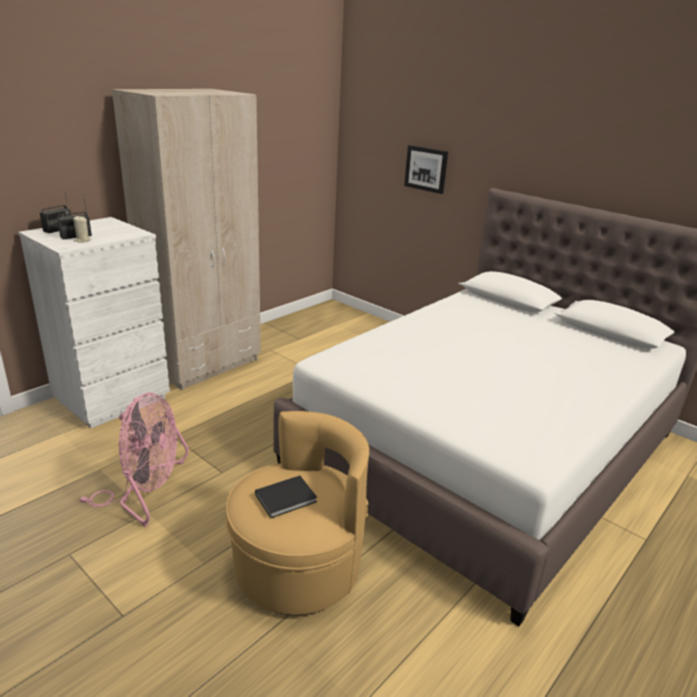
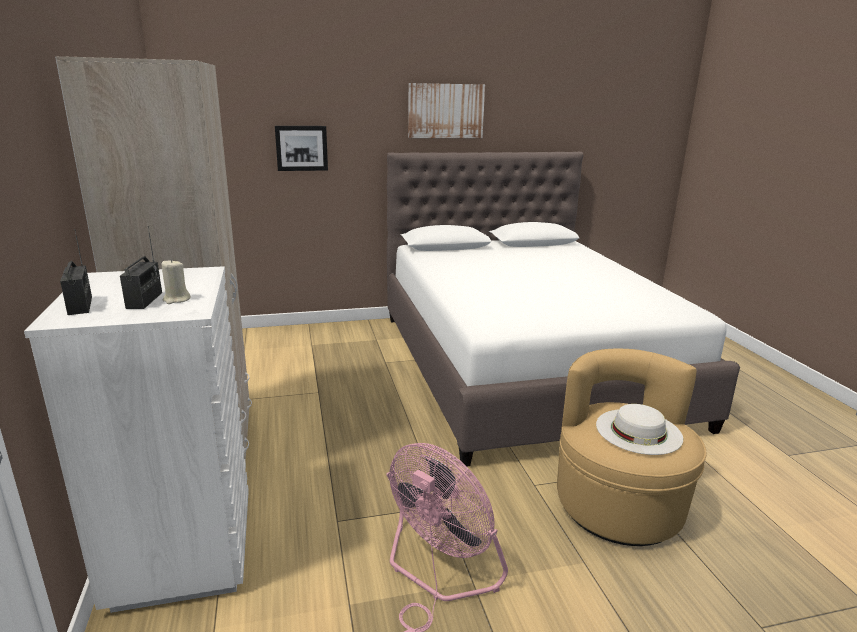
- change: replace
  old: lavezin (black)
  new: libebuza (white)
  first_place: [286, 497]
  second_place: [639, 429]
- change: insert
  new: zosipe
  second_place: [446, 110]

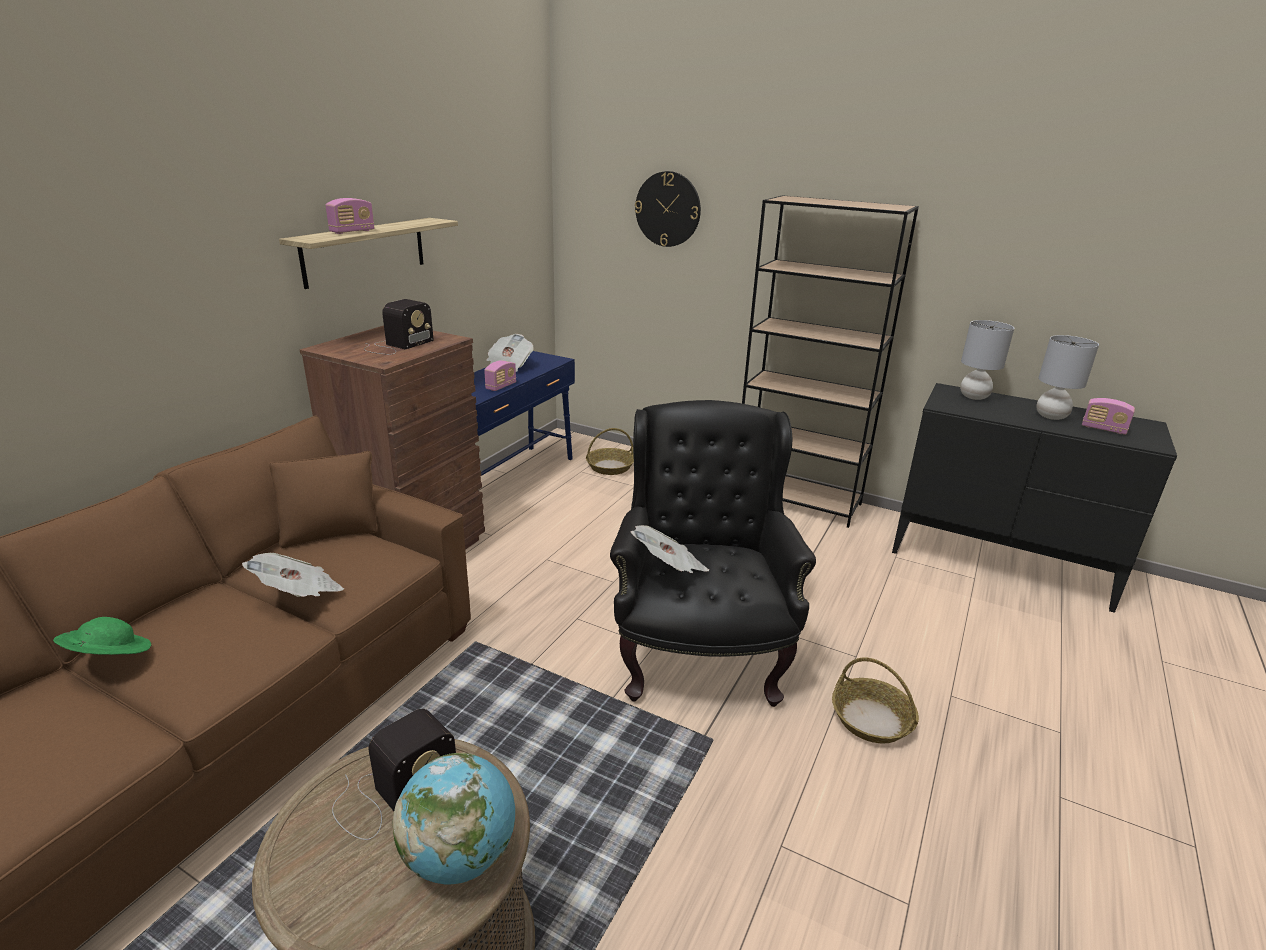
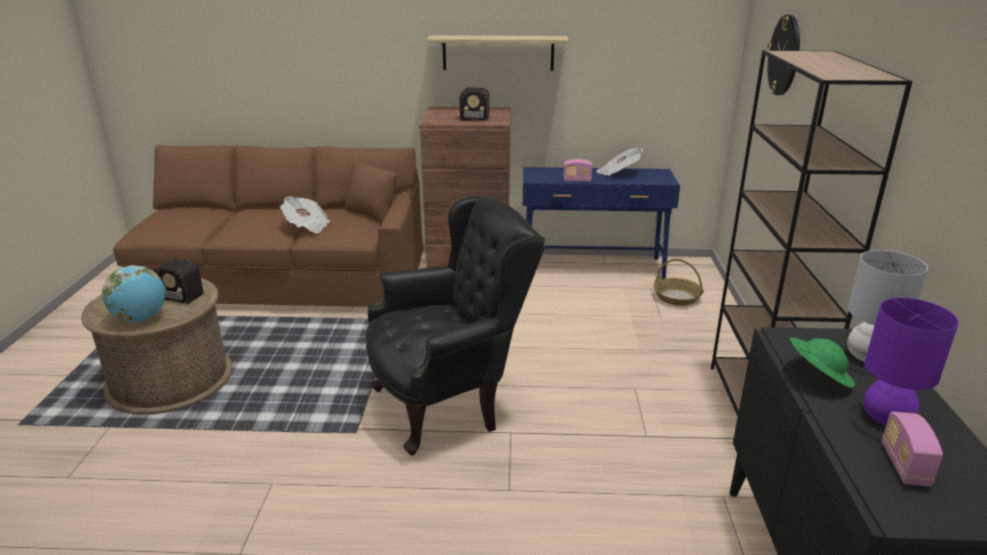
- change: delete
  old: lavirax
  first_place: [350, 216]
- change: recolor
  old: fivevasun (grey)
  new: fivevasun (purple)
  first_place: [1067, 377]
  second_place: [911, 361]
- change: delete
  old: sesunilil
  first_place: [669, 549]
- change: move
  old: libebuza (green)
  first_place: [102, 636]
  second_place: [822, 363]
- change: delete
  old: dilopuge
  first_place: [875, 700]

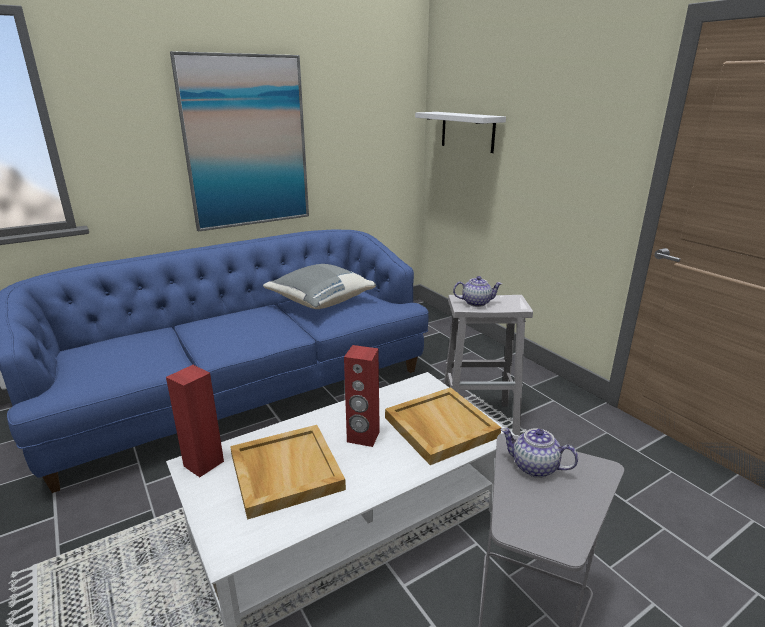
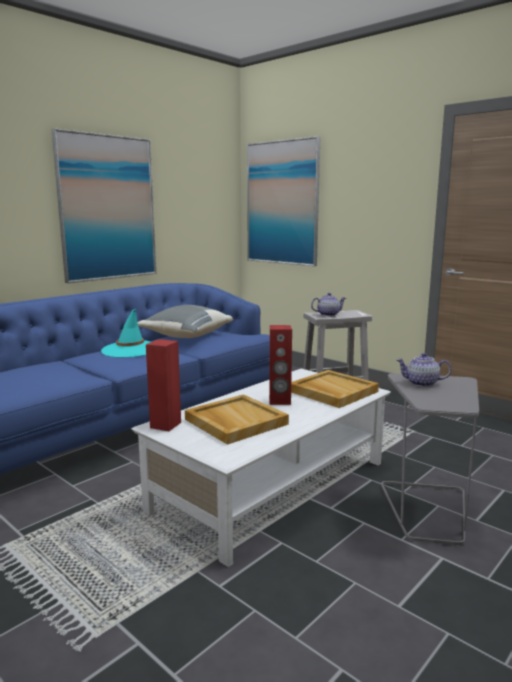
- change: replace
  old: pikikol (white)
  new: zosipe
  first_place: [460, 132]
  second_place: [283, 201]
- change: insert
  new: libebuza (turquoise)
  second_place: [126, 333]

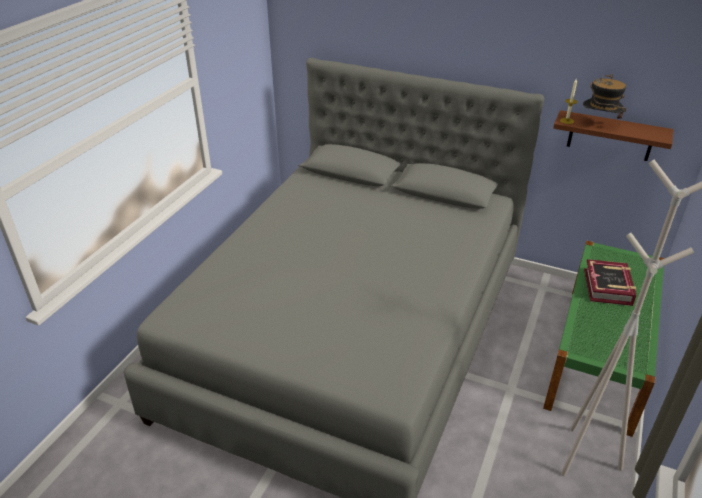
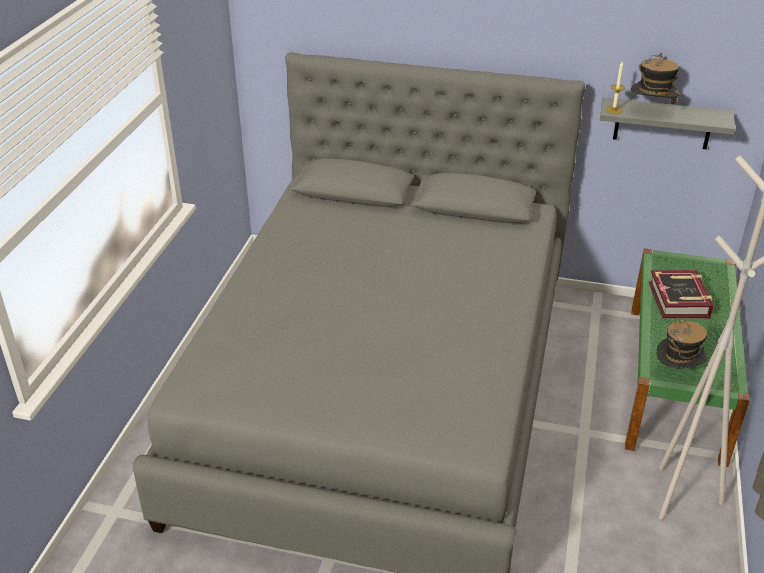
- change: recolor
  old: pikikol (brown)
  new: pikikol (grey)
  first_place: [613, 135]
  second_place: [667, 123]
- change: insert
  new: libebuza
  second_place: [682, 342]

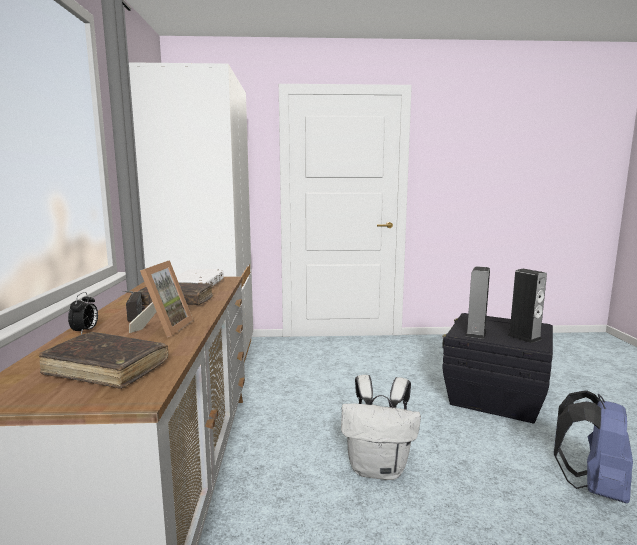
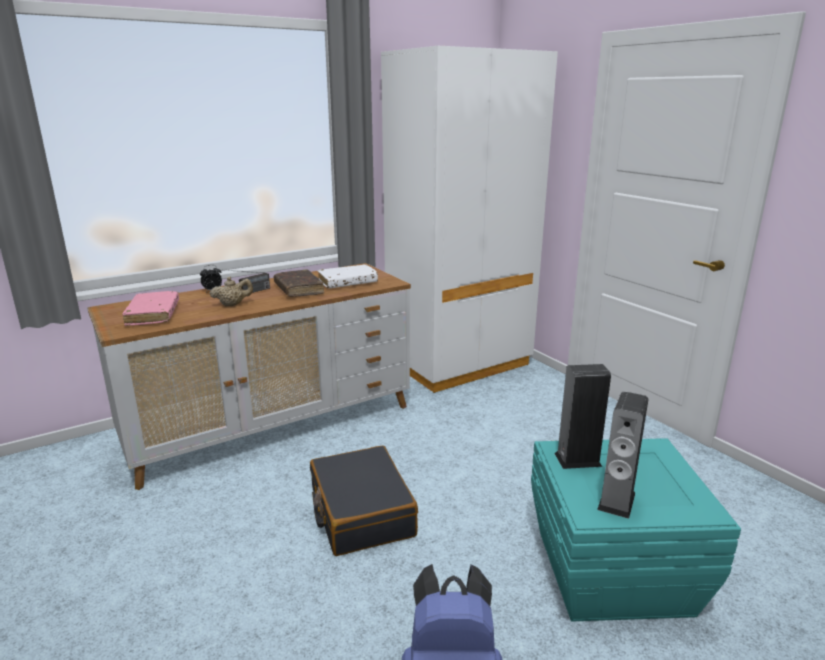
- change: replace
  old: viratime
  new: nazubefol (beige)
  first_place: [161, 298]
  second_place: [231, 291]
- change: recolor
  old: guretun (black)
  new: guretun (turquoise)
  first_place: [497, 368]
  second_place: [636, 529]
- change: recolor
  old: lavezin (brown)
  new: lavezin (pink)
  first_place: [103, 360]
  second_place: [150, 308]
- change: replace
  old: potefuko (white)
  new: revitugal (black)
  first_place: [381, 427]
  second_place: [364, 501]

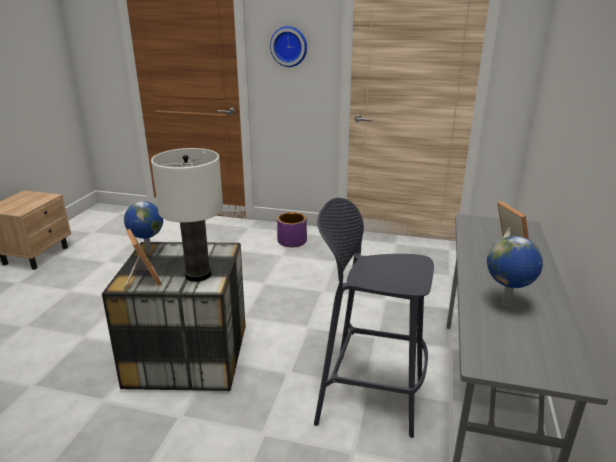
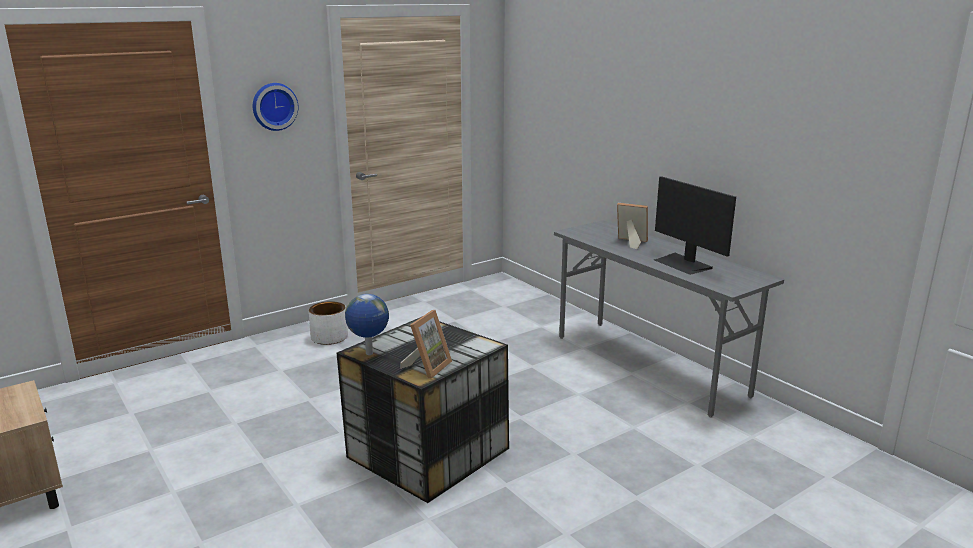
- change: delete
  old: fivevasun (white)
  first_place: [187, 215]
- change: delete
  old: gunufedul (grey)
  first_place: [374, 318]
- change: recolor
  old: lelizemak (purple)
  new: lelizemak (white)
  first_place: [292, 229]
  second_place: [328, 323]
- change: rotate
  old: viratime
  first_place: [142, 260]
  second_place: [426, 344]
  degrees: 105
- change: replace
  old: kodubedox
  new: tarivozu
  first_place: [515, 271]
  second_place: [695, 225]

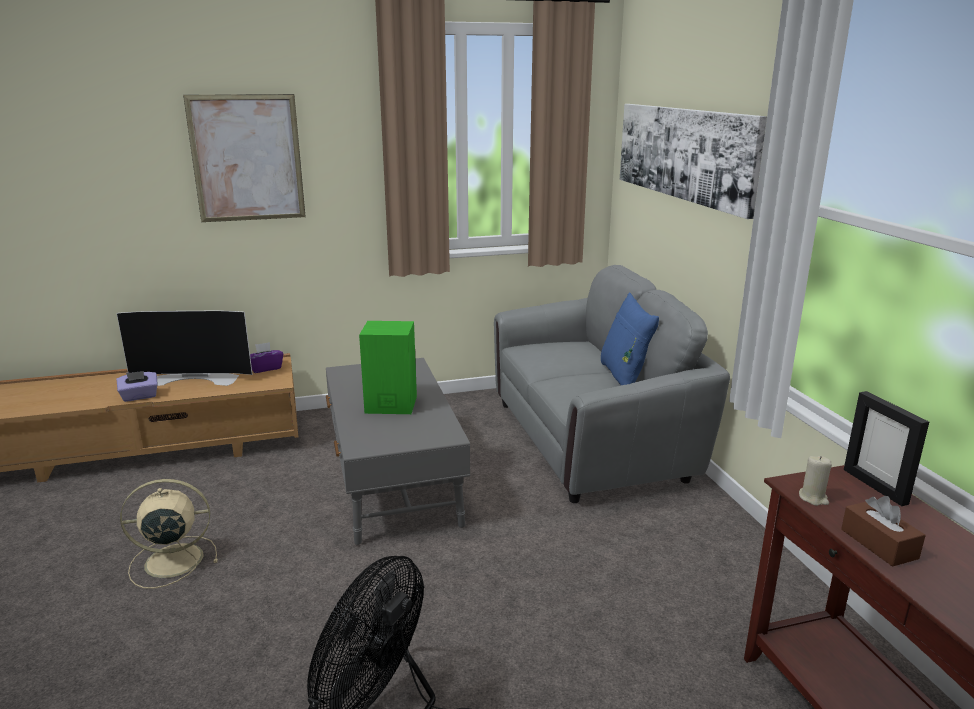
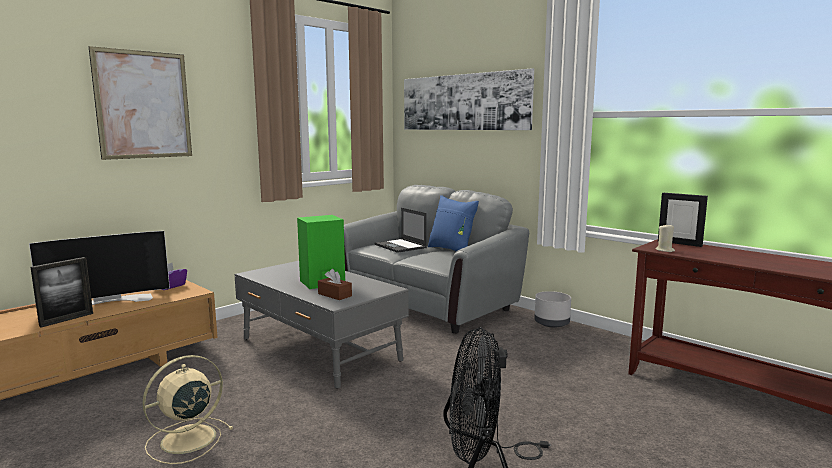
- change: replace
  old: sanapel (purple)
  new: viratime
  first_place: [137, 386]
  second_place: [61, 292]
- change: move
  old: sanapel (brown)
  first_place: [883, 531]
  second_place: [335, 284]
- change: insert
  new: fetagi
  second_place: [401, 230]
- change: insert
  new: lelizemak (grey)
  second_place: [552, 309]

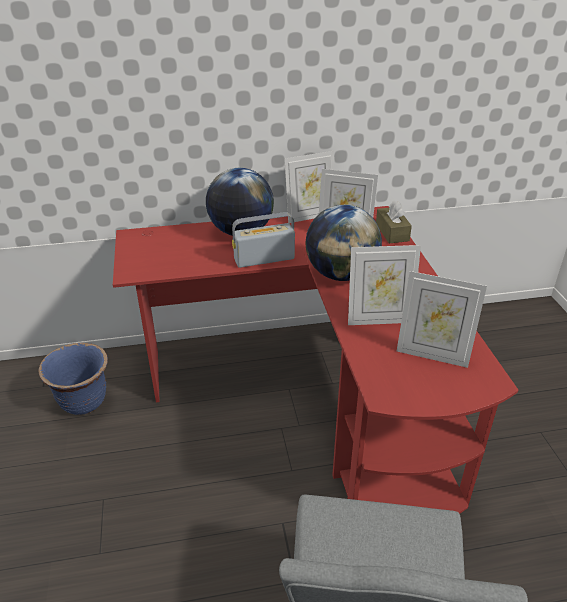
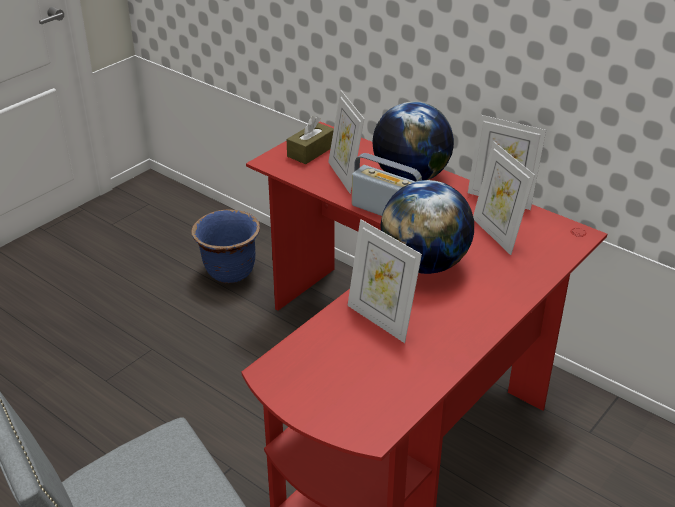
- change: move
  old: sanapel (brown)
  first_place: [394, 221]
  second_place: [310, 140]
- change: move
  old: viratime
  first_place: [442, 319]
  second_place: [346, 142]

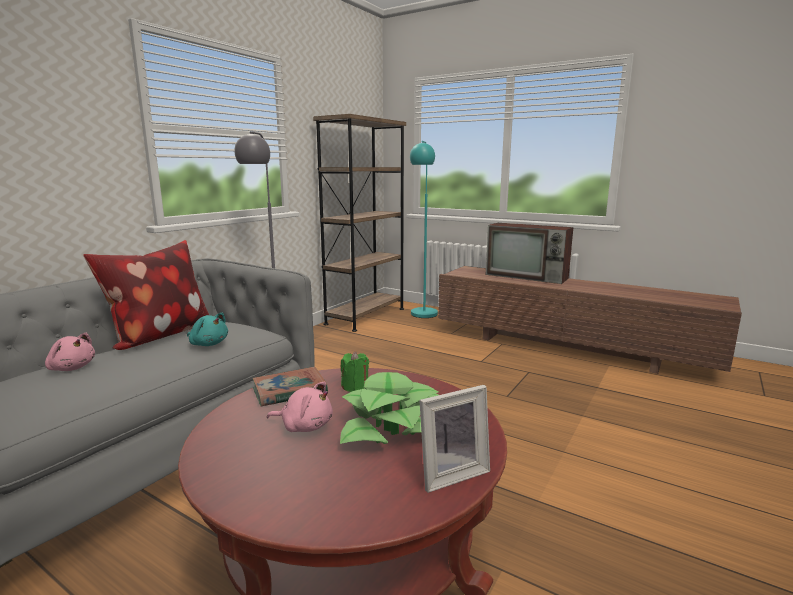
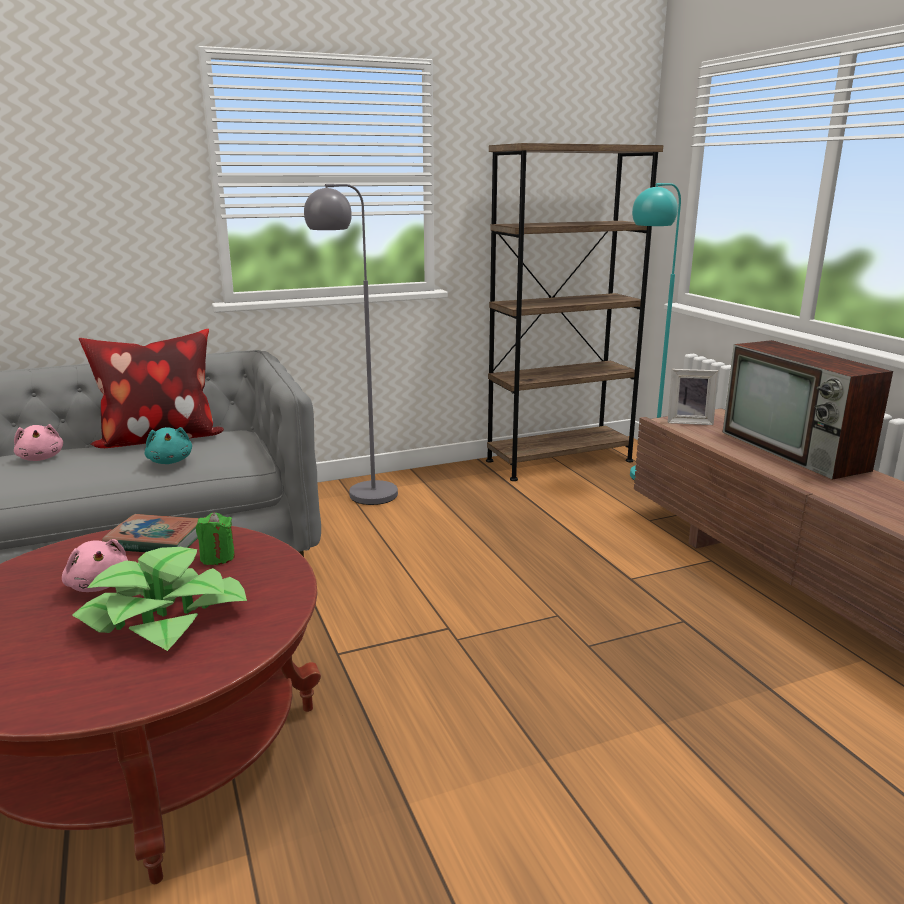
- change: move
  old: viratime
  first_place: [454, 439]
  second_place: [693, 397]

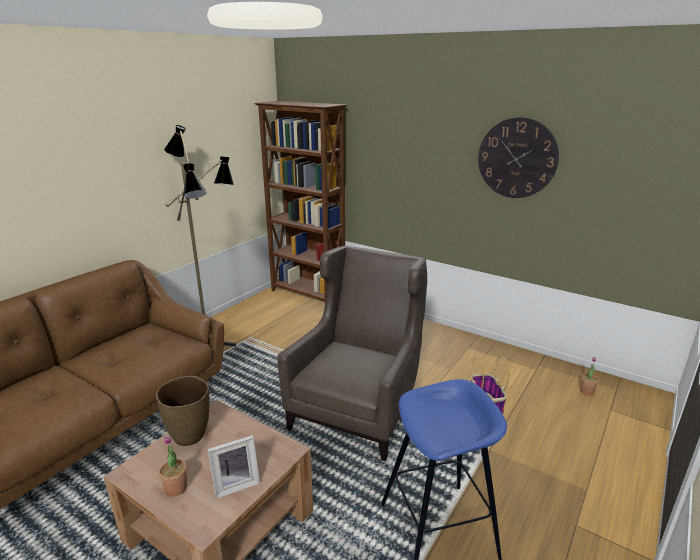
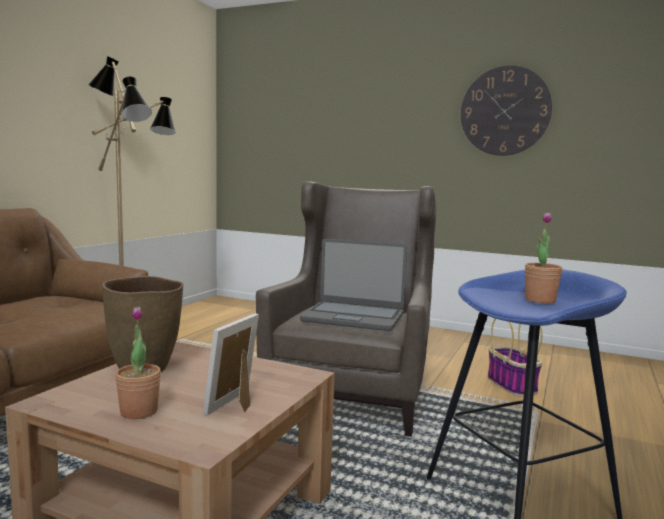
- change: delete
  old: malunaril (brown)
  first_place: [300, 201]
- change: move
  old: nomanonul
  first_place: [589, 376]
  second_place: [543, 257]
- change: rotate
  old: viratime
  first_place: [234, 467]
  second_place: [231, 364]
  degrees: 150
- change: insert
  new: fetagi
  second_place: [353, 285]

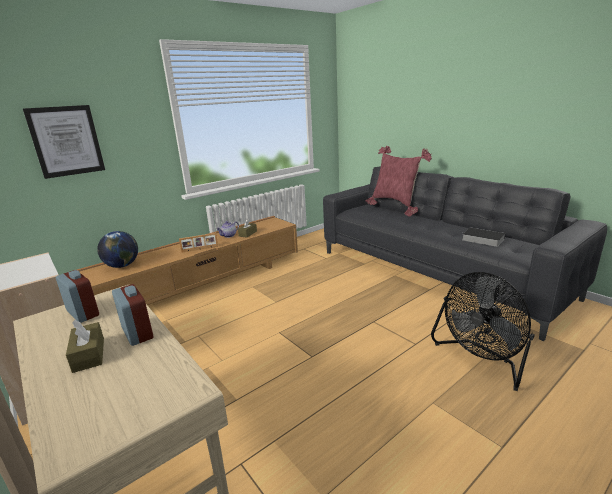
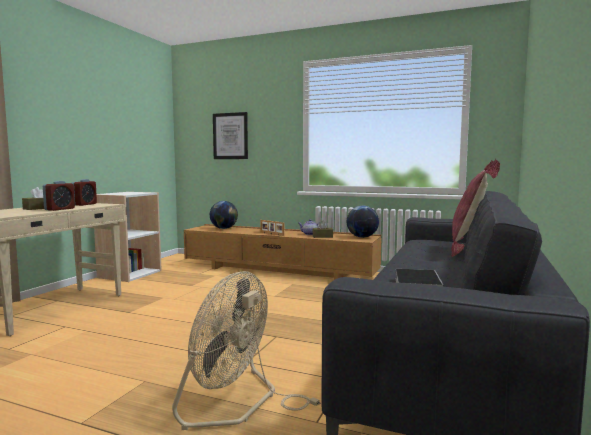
- change: recolor
  old: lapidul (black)
  new: lapidul (beige)
  first_place: [483, 331]
  second_place: [246, 351]
- change: insert
  new: kodubedox
  second_place: [363, 222]

